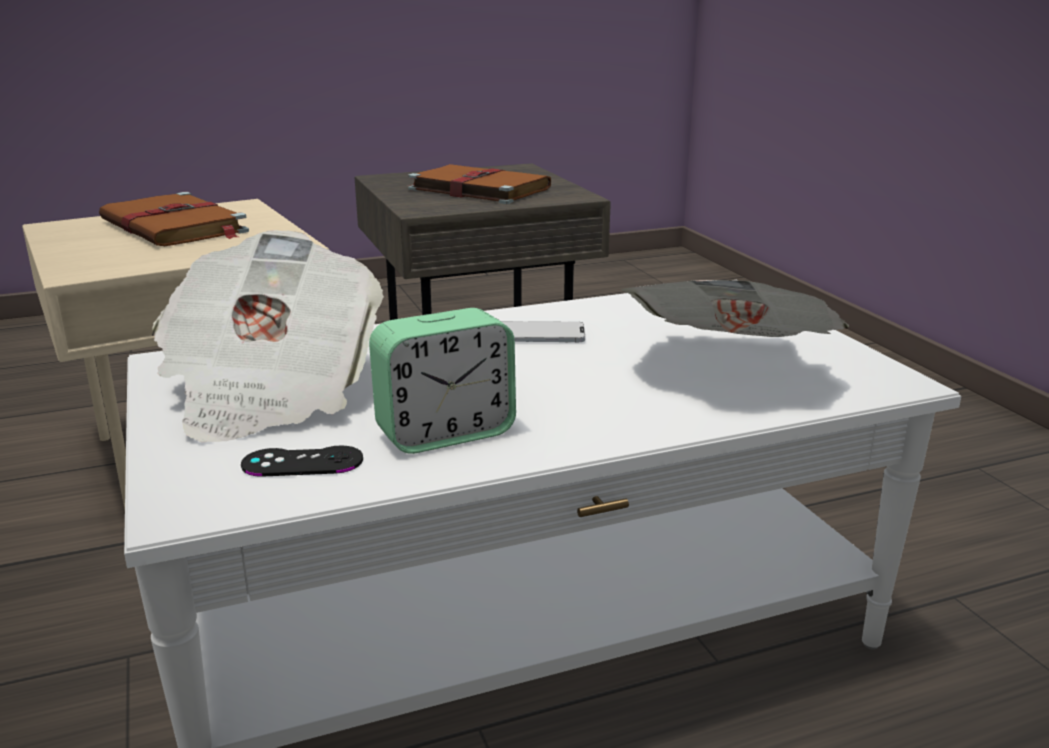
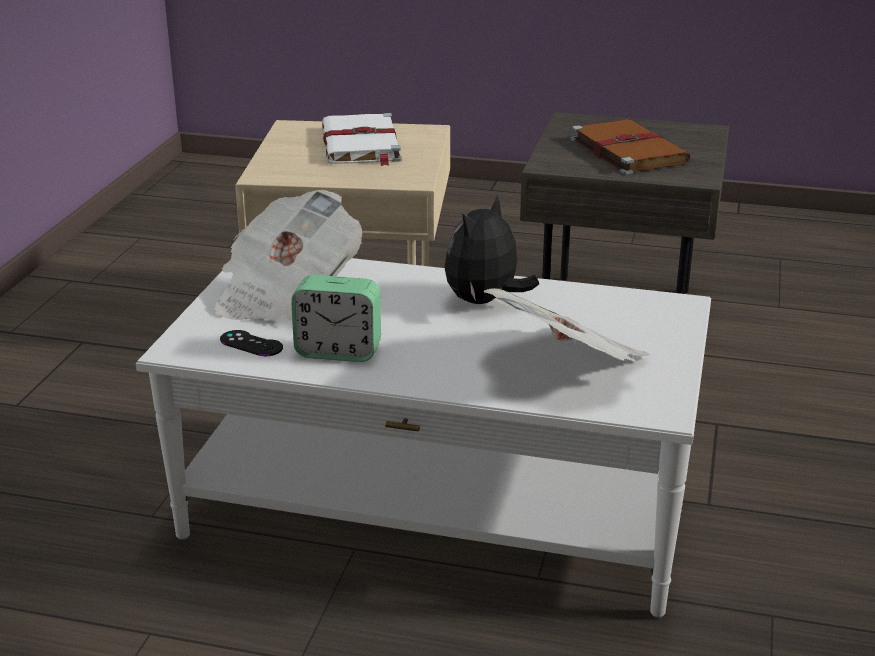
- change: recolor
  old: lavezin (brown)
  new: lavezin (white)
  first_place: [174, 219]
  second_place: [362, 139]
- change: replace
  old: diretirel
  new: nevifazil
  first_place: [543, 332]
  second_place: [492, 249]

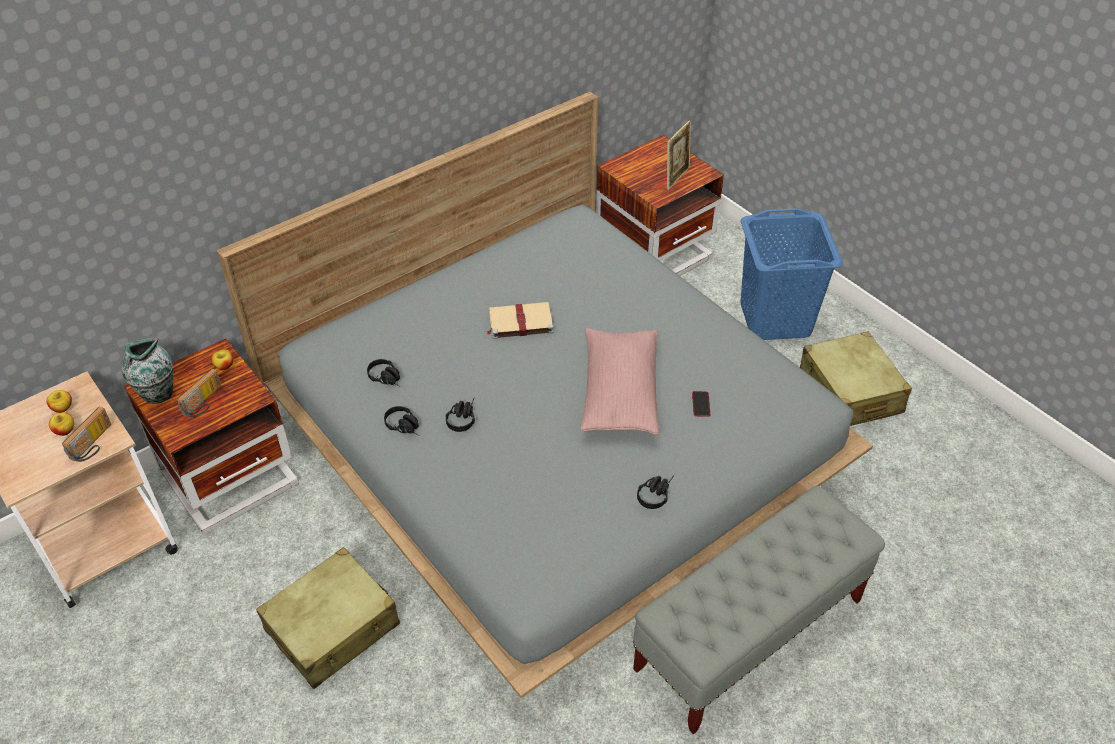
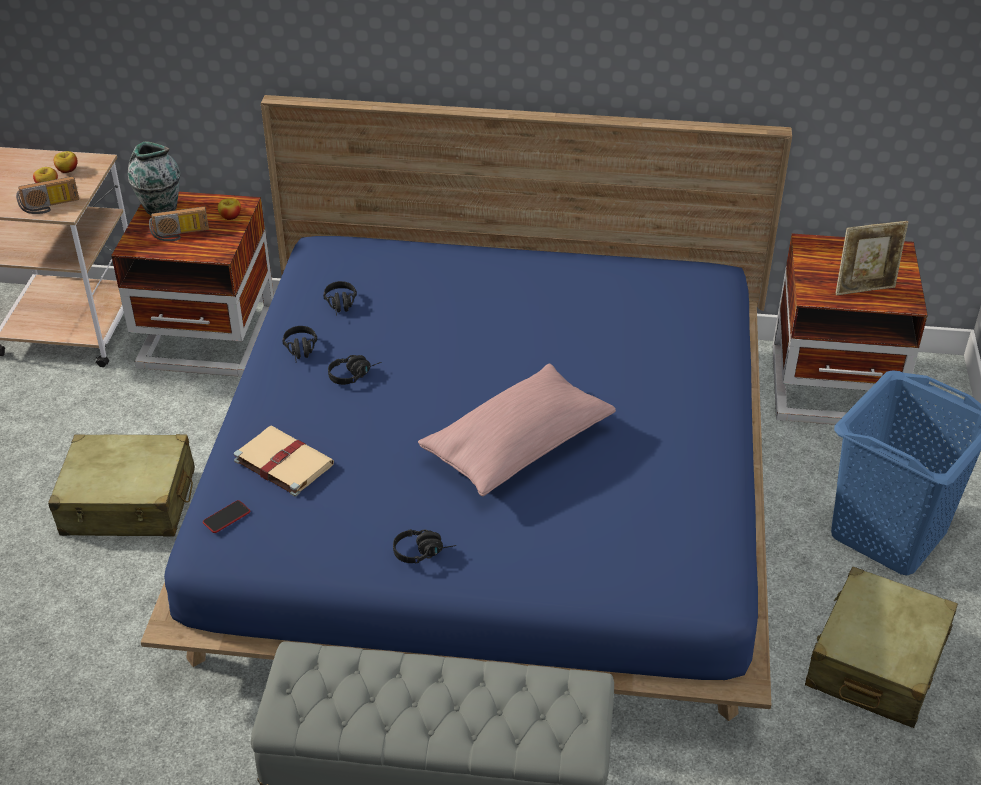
- change: recolor
  old: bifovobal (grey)
  new: bifovobal (blue)
  first_place: [545, 395]
  second_place: [466, 408]
- change: move
  old: lavezin (beige)
  first_place: [519, 320]
  second_place: [284, 461]
- change: move
  old: diretirel
  first_place: [701, 404]
  second_place: [226, 516]

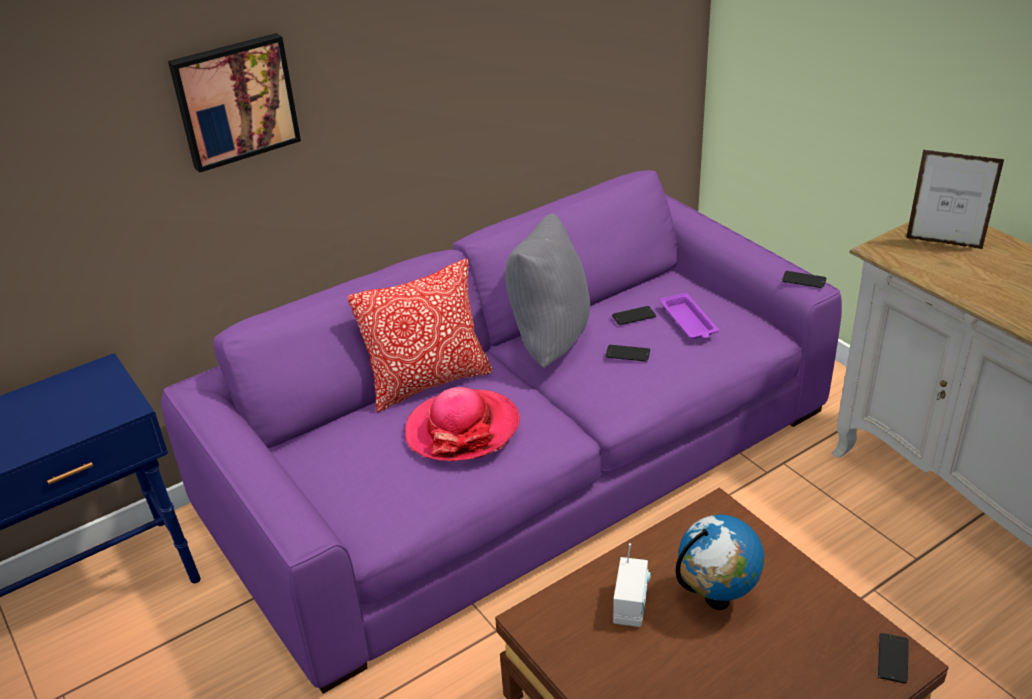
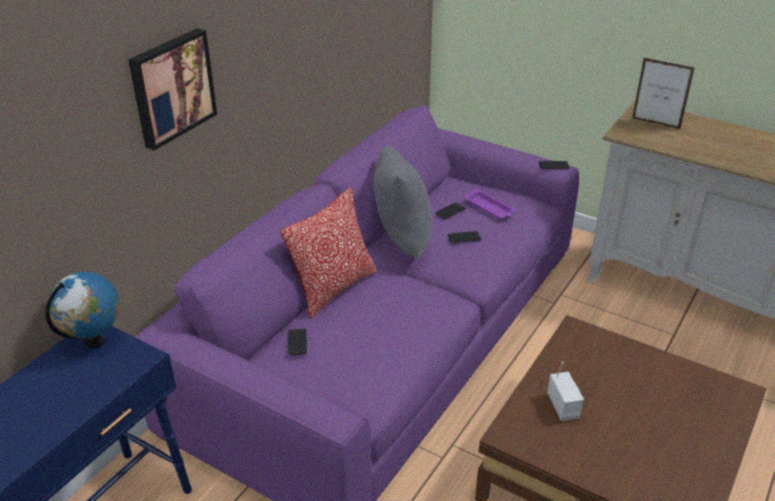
- change: rotate
  old: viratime
  first_place: [955, 199]
  second_place: [663, 93]
  degrees: -150
- change: delete
  old: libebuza
  first_place: [462, 424]
- change: move
  old: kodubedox
  first_place: [720, 562]
  second_place: [82, 310]
- change: move
  old: diretirel
  first_place: [893, 658]
  second_place: [297, 342]

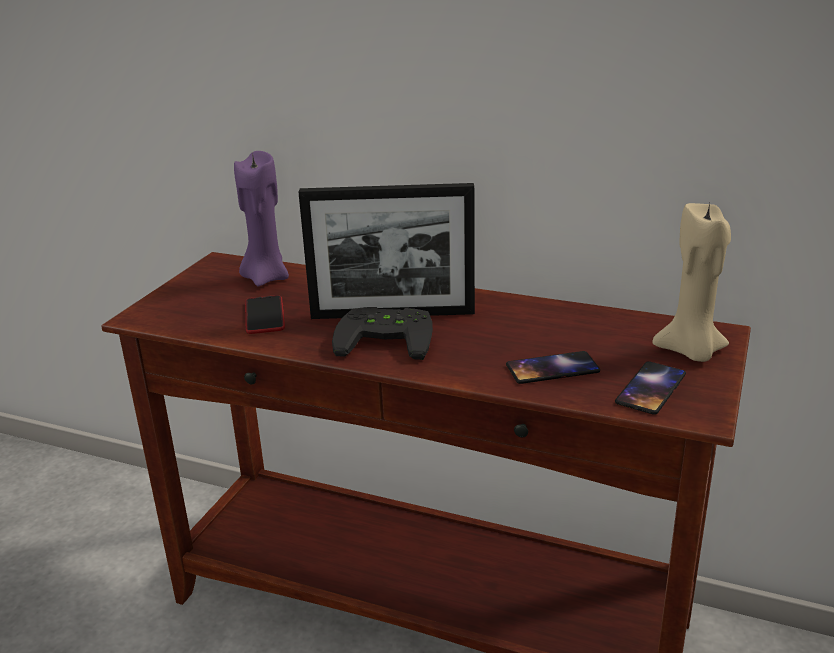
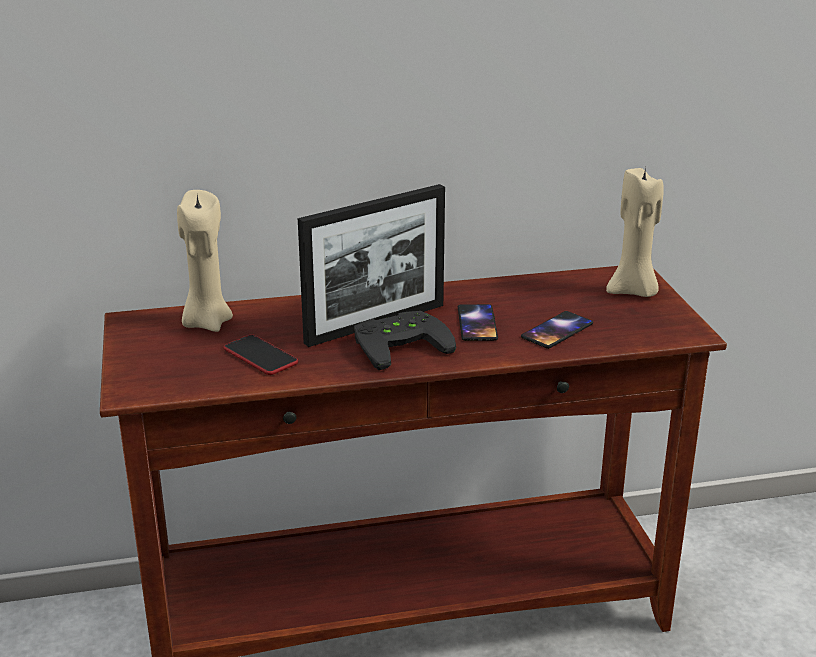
- change: recolor
  old: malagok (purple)
  new: malagok (beige)
  first_place: [261, 218]
  second_place: [205, 261]
- change: move
  old: diretirel
  first_place: [650, 388]
  second_place: [478, 322]

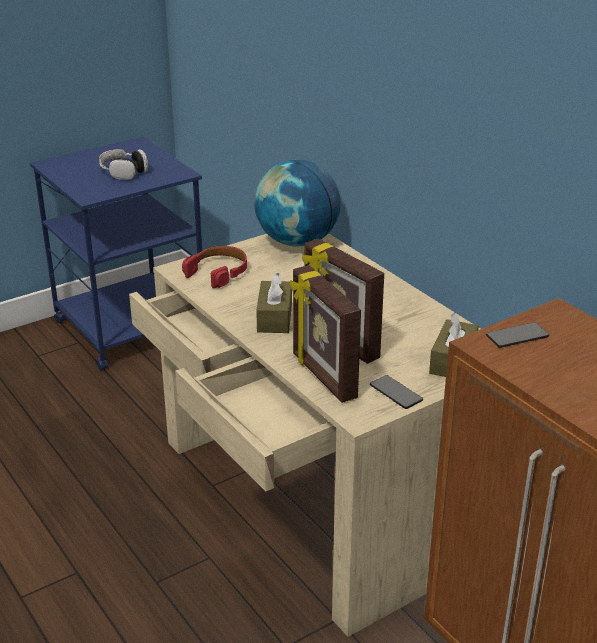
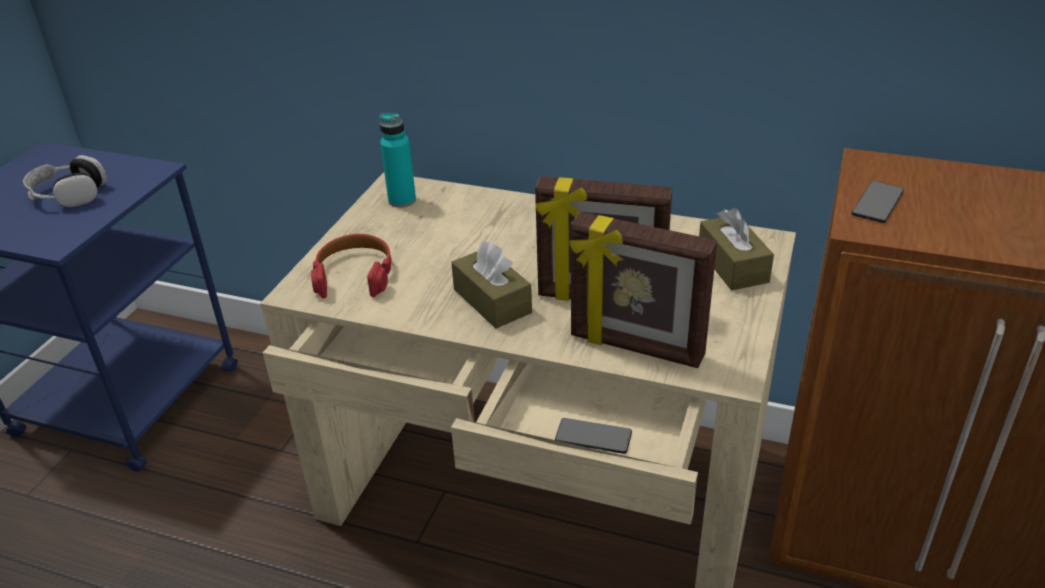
- change: replace
  old: kodubedox
  new: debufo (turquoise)
  first_place: [297, 203]
  second_place: [397, 160]
- change: move
  old: diretirel
  first_place: [396, 392]
  second_place: [593, 436]

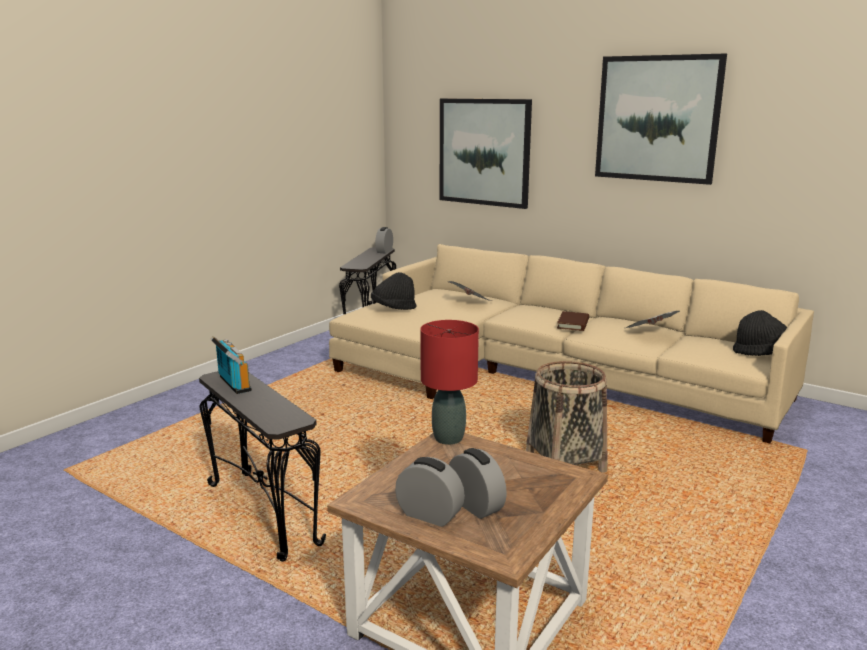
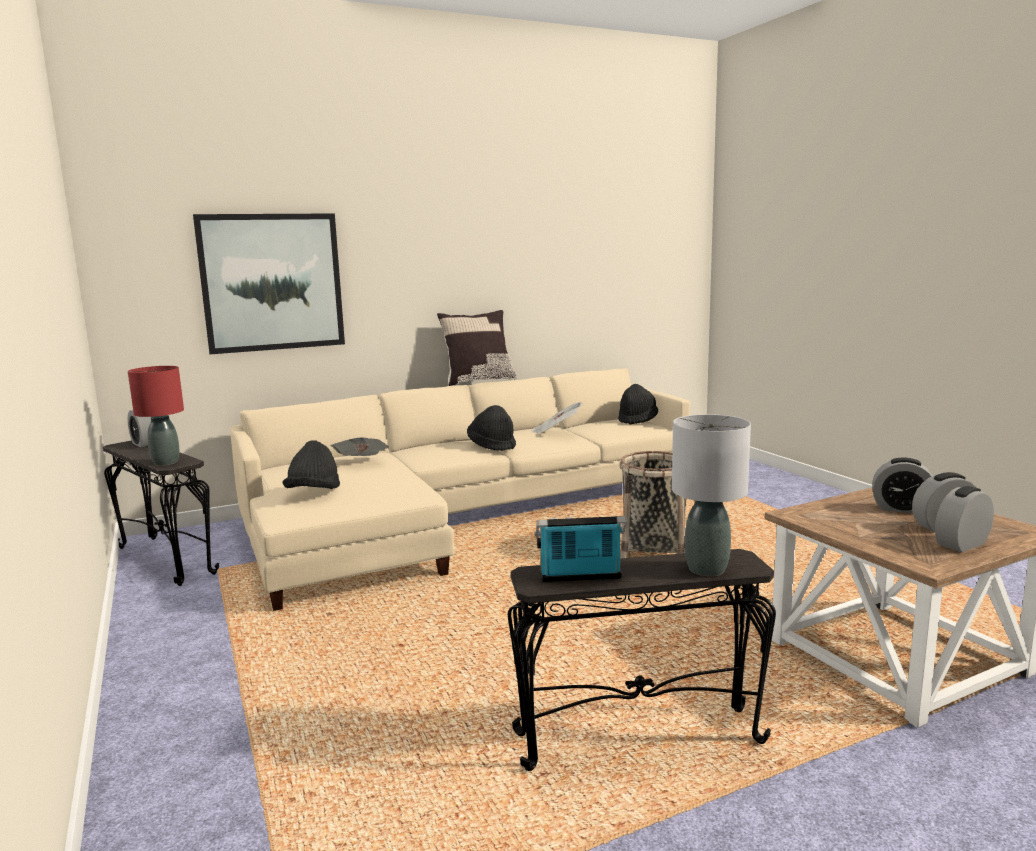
- change: delete
  old: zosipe
  first_place: [661, 119]
- change: replace
  old: lavezin (brown)
  new: libebuza (black)
  first_place: [573, 321]
  second_place: [491, 428]
- change: move
  old: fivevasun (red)
  first_place: [449, 382]
  second_place: [156, 416]
- change: insert
  new: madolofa
  second_place: [477, 348]
- change: insert
  new: fivevasun (grey)
  second_place: [711, 495]
- change: insert
  new: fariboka
  second_place: [902, 485]

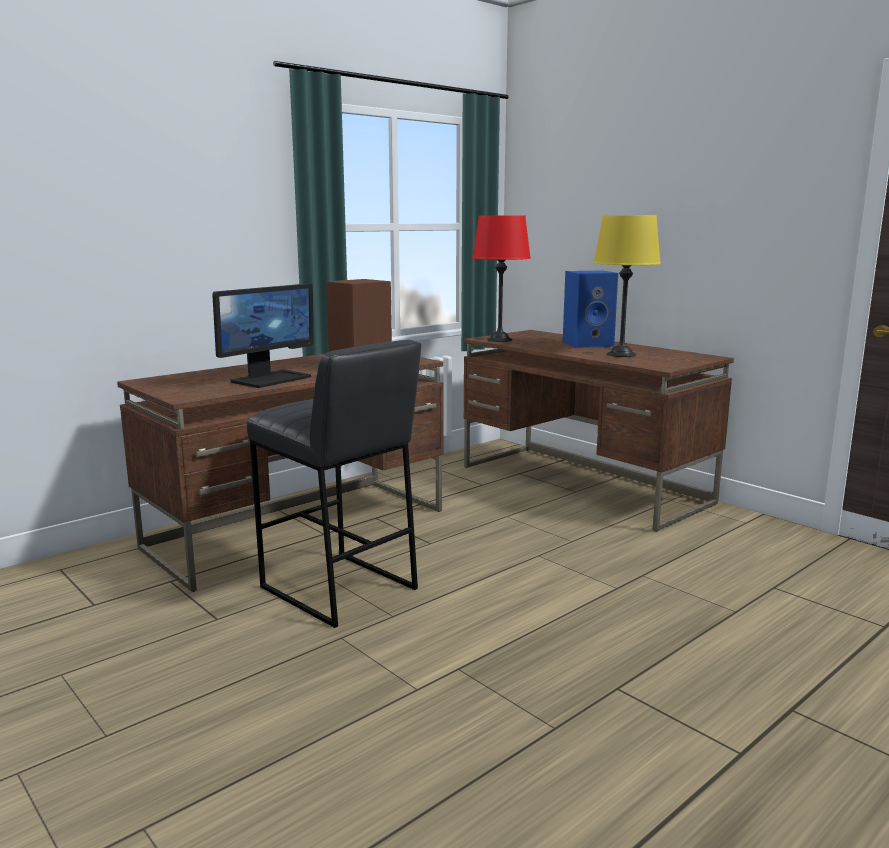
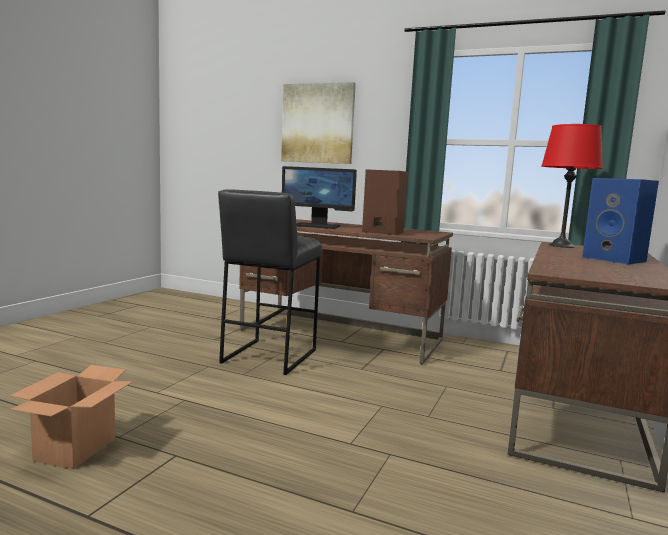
- change: delete
  old: fivevasun (yellow)
  first_place: [627, 286]
- change: insert
  new: zosipe
  second_place: [318, 123]
- change: insert
  new: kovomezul
  second_place: [71, 417]

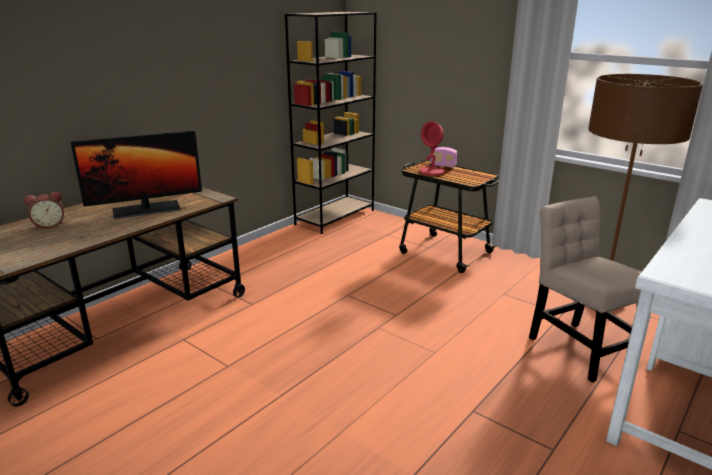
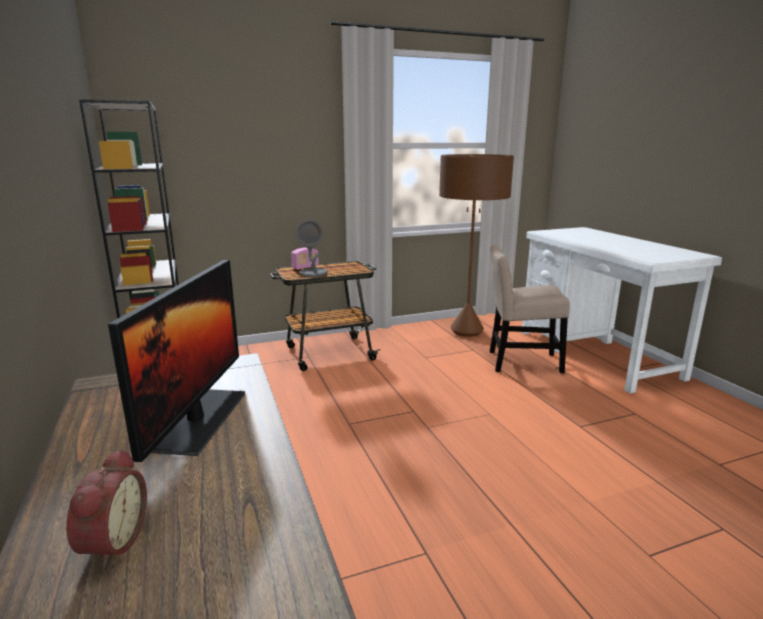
- change: recolor
  old: fivevasun (red)
  new: fivevasun (grey)
  first_place: [432, 148]
  second_place: [312, 248]

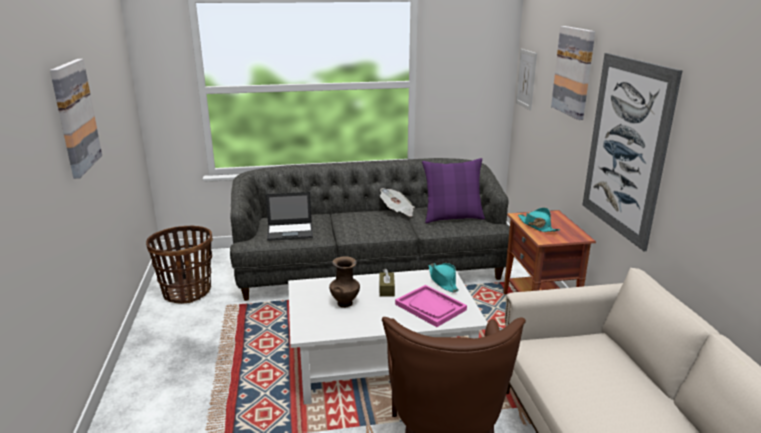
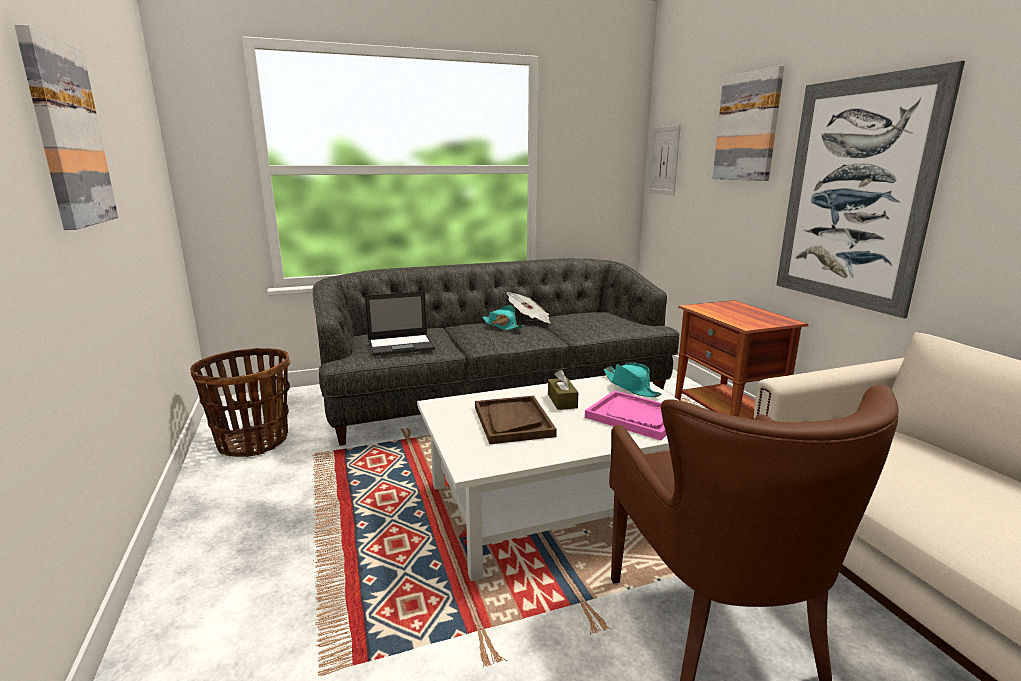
- change: delete
  old: madolofa (purple)
  first_place: [453, 190]
- change: move
  old: libebuza (turquoise)
  first_place: [539, 220]
  second_place: [503, 317]
- change: replace
  old: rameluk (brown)
  new: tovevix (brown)
  first_place: [344, 282]
  second_place: [516, 420]

